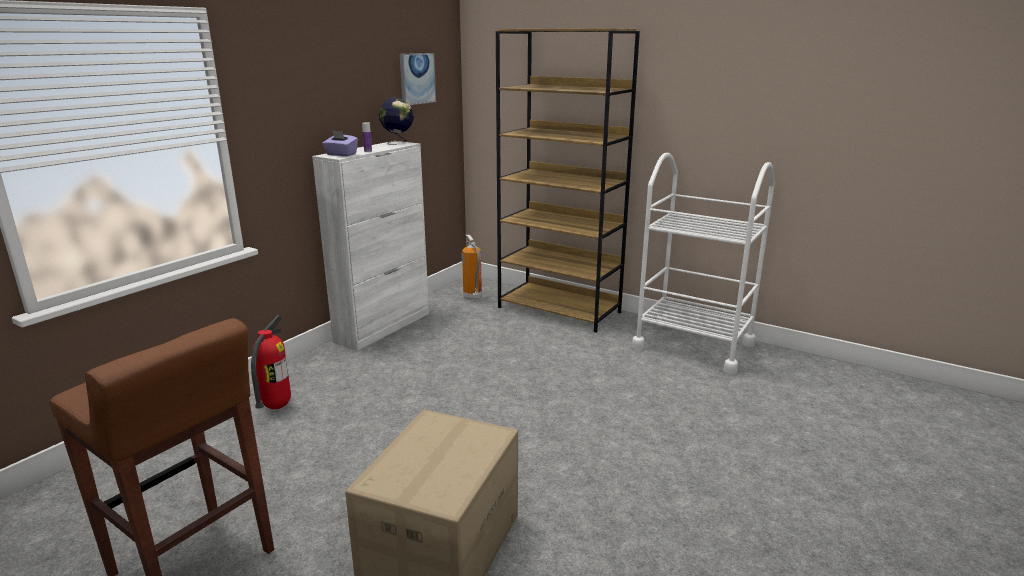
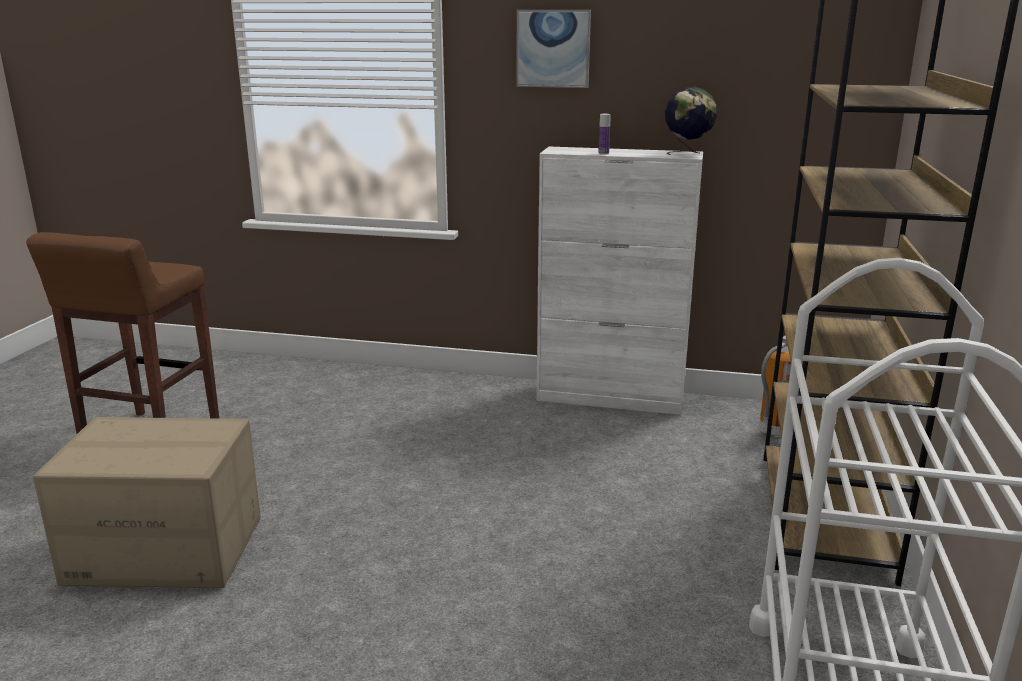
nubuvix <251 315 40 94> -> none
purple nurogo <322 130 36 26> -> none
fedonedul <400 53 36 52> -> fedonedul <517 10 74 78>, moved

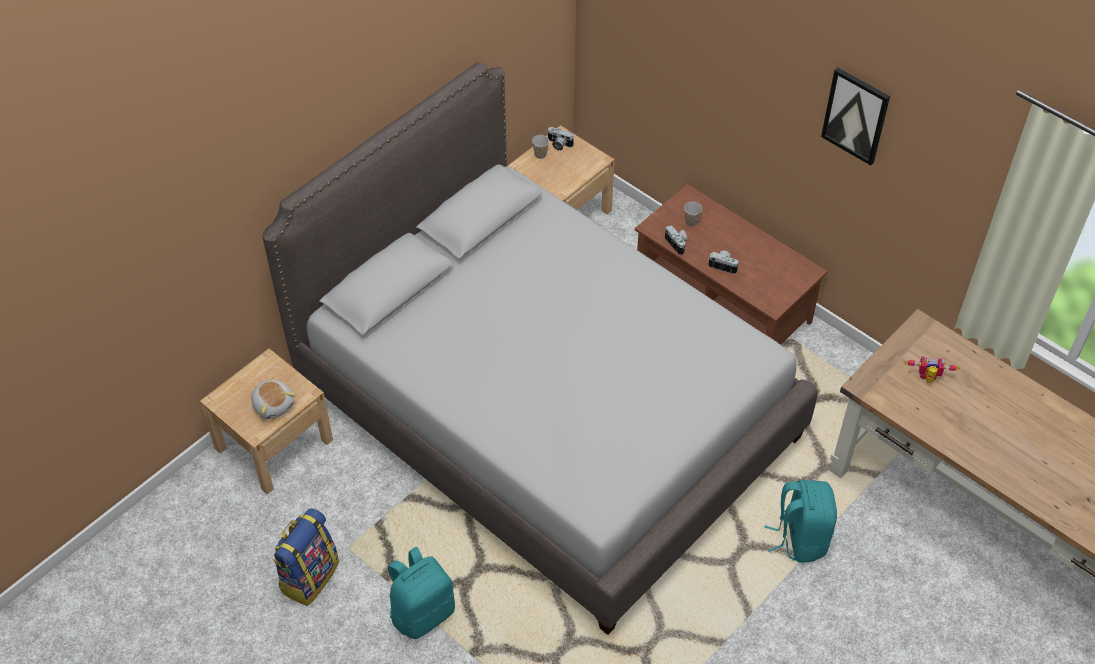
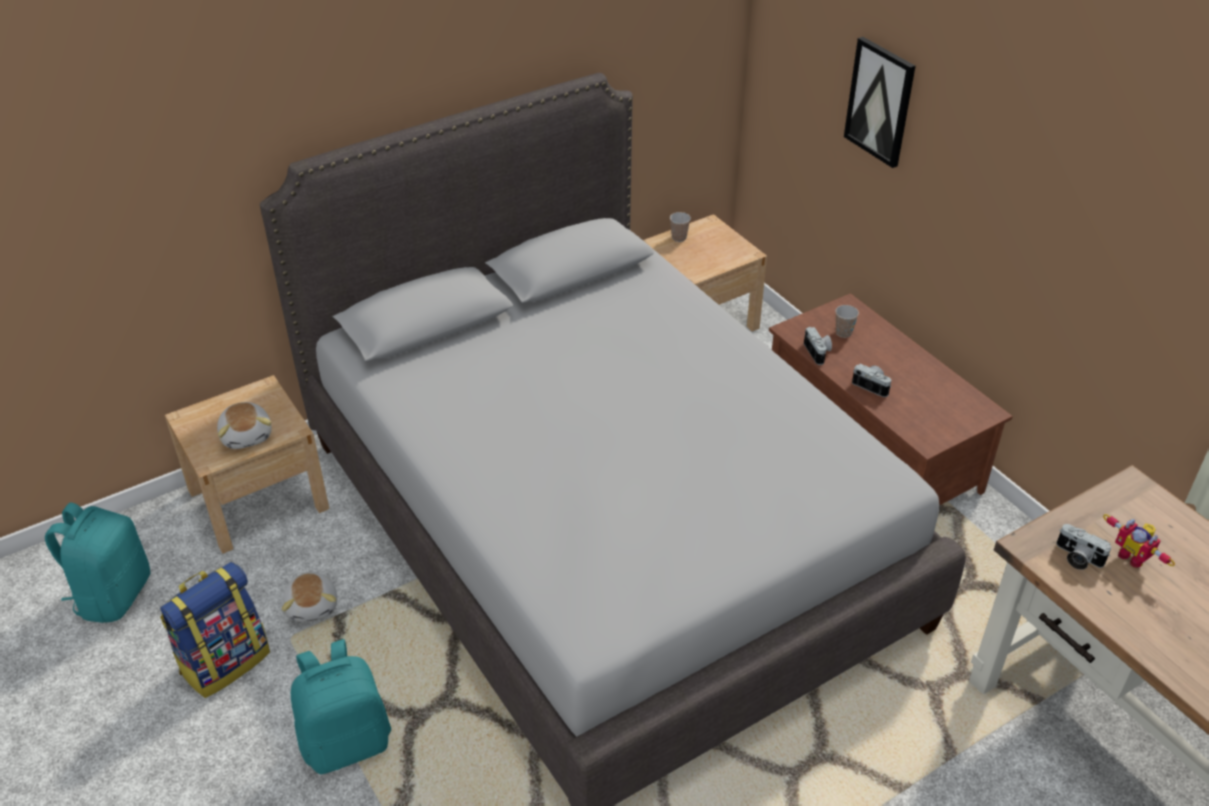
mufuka <547 127 27 24> -> mufuka <1057 524 54 46>, moved
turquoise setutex <764 480 73 83> -> turquoise setutex <45 503 105 120>, moved
fedonedul <821 67 69 98> -> fedonedul <844 37 72 131>, moved
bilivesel <904 356 56 27> -> bilivesel <1103 514 72 54>, 150 degrees counterclockwise
none -> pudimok <282 572 55 50>

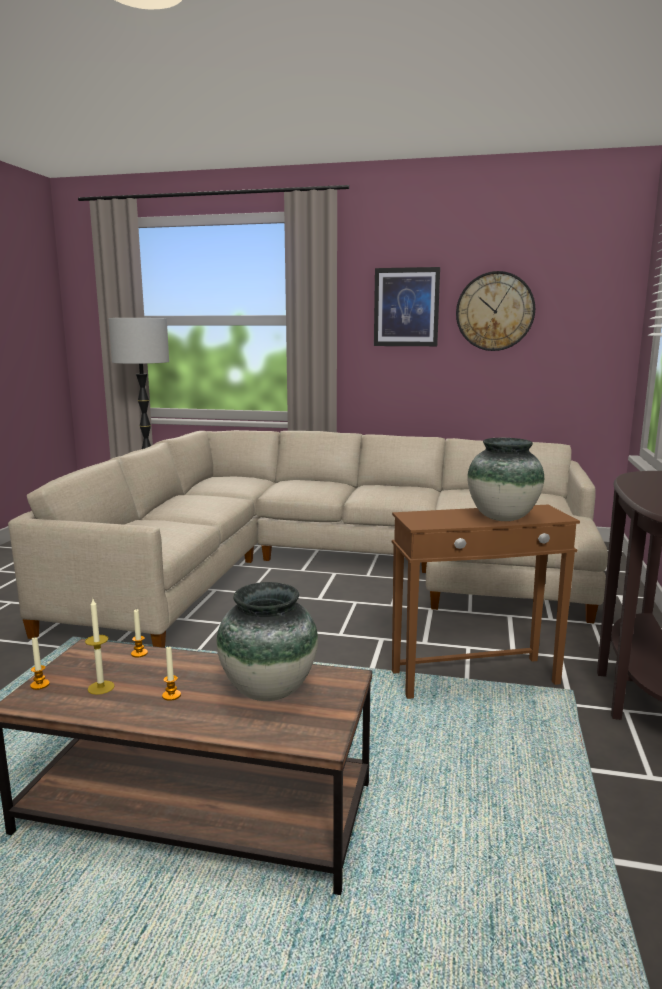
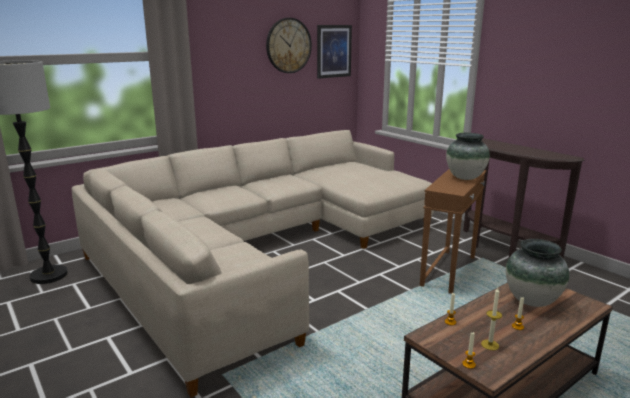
fedonedul <374 267 66 79> -> fedonedul <317 25 35 54>, moved

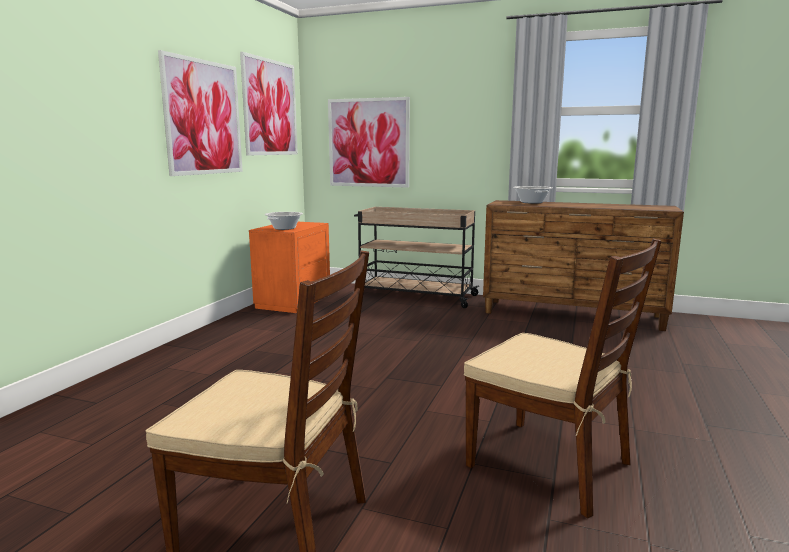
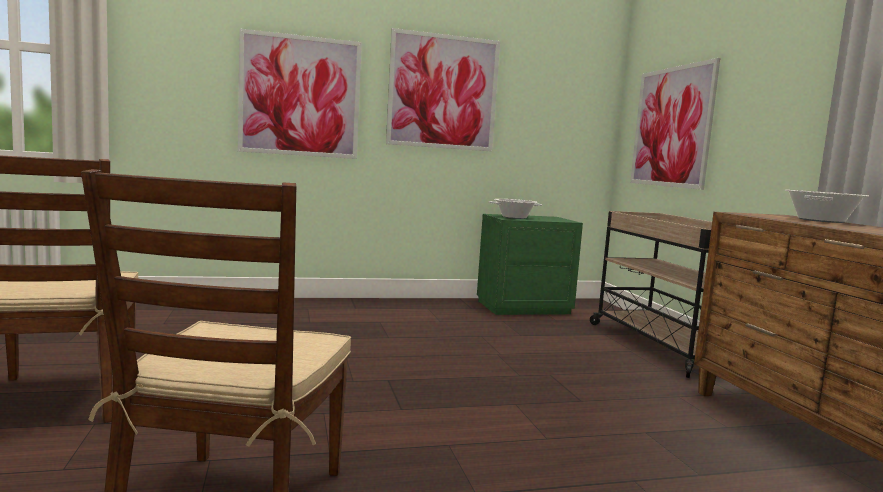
fedonedul <240 52 58 103> -> fedonedul <238 29 124 130>, moved
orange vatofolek <249 222 81 91> -> green vatofolek <477 214 106 101>

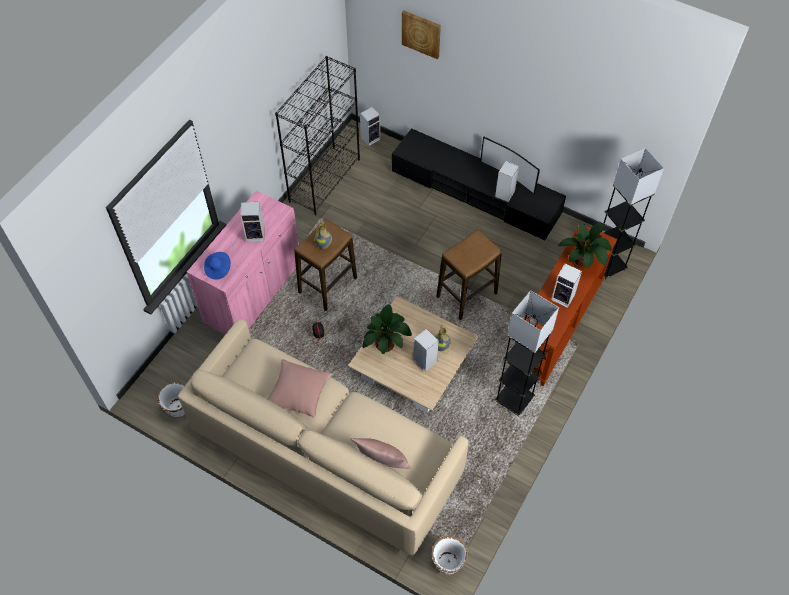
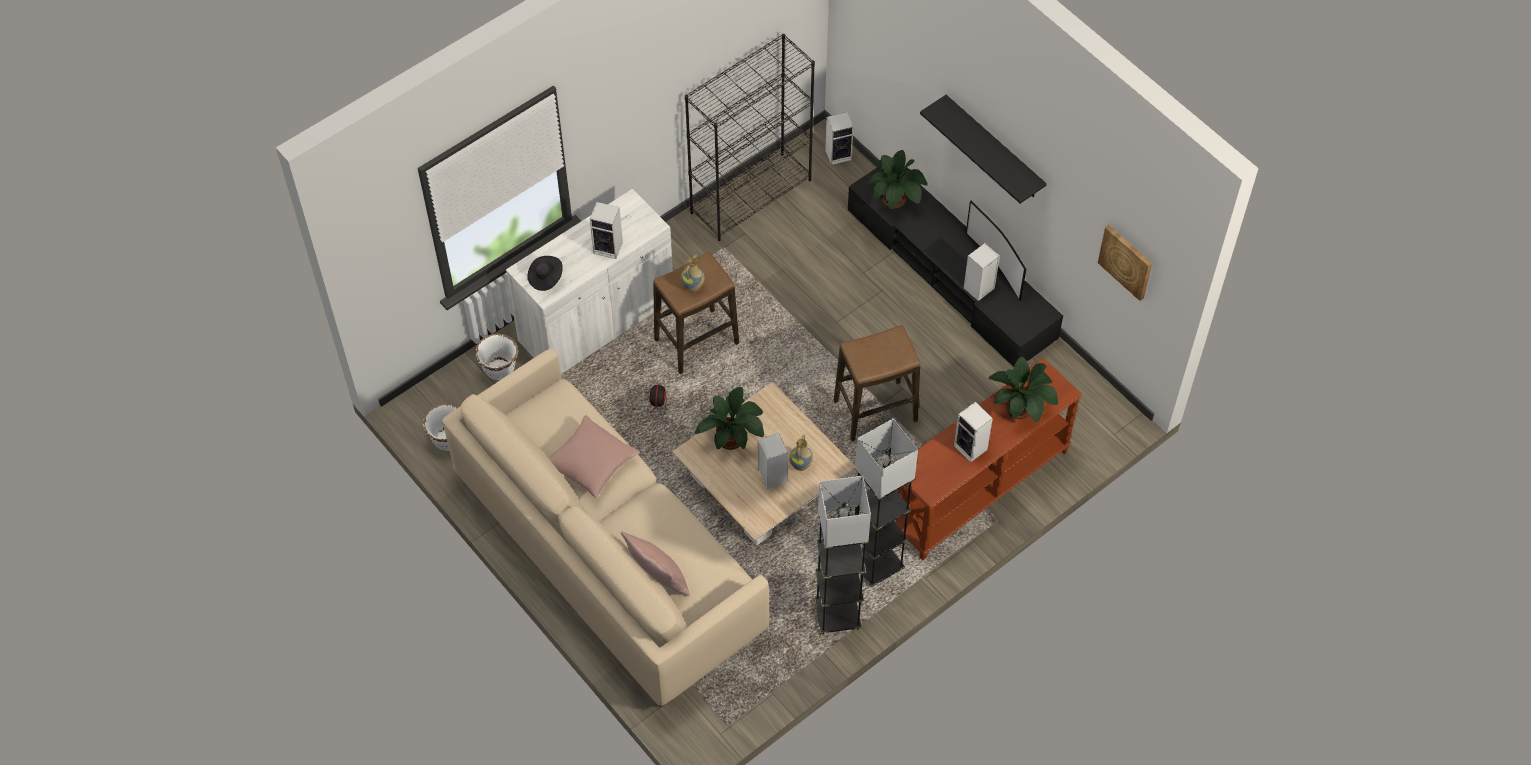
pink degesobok <187 190 112 144> -> white degesobok <506 189 167 185>
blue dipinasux <204 252 27 27> -> black dipinasux <528 256 35 35>
fedonedul <402 11 39 48> -> fedonedul <1098 225 54 76>, moved
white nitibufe <432 536 36 38> -> white nitibufe <475 333 43 47>, moved
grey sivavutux <601 148 63 131> -> grey sivavutux <814 476 57 158>, moved
none -> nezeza <868 150 60 59>
none -> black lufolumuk <920 95 127 109>

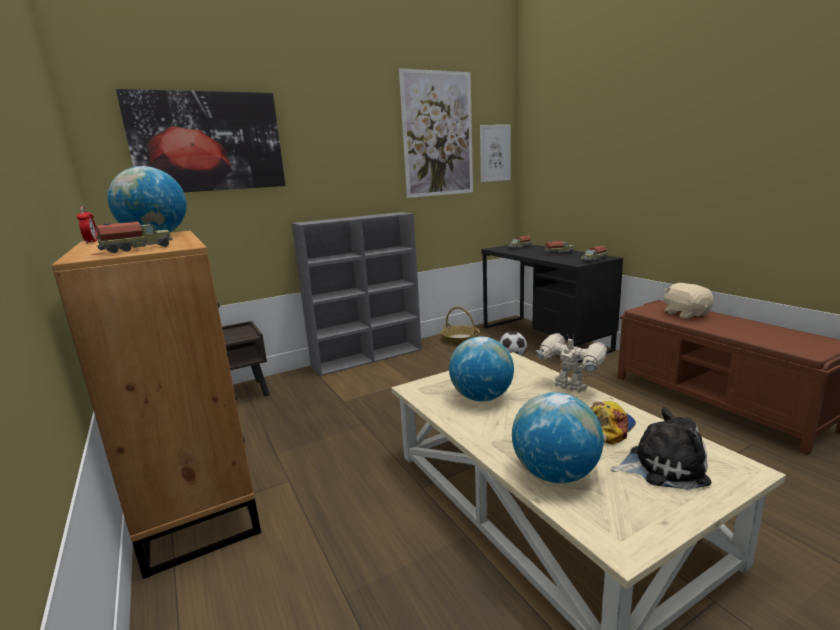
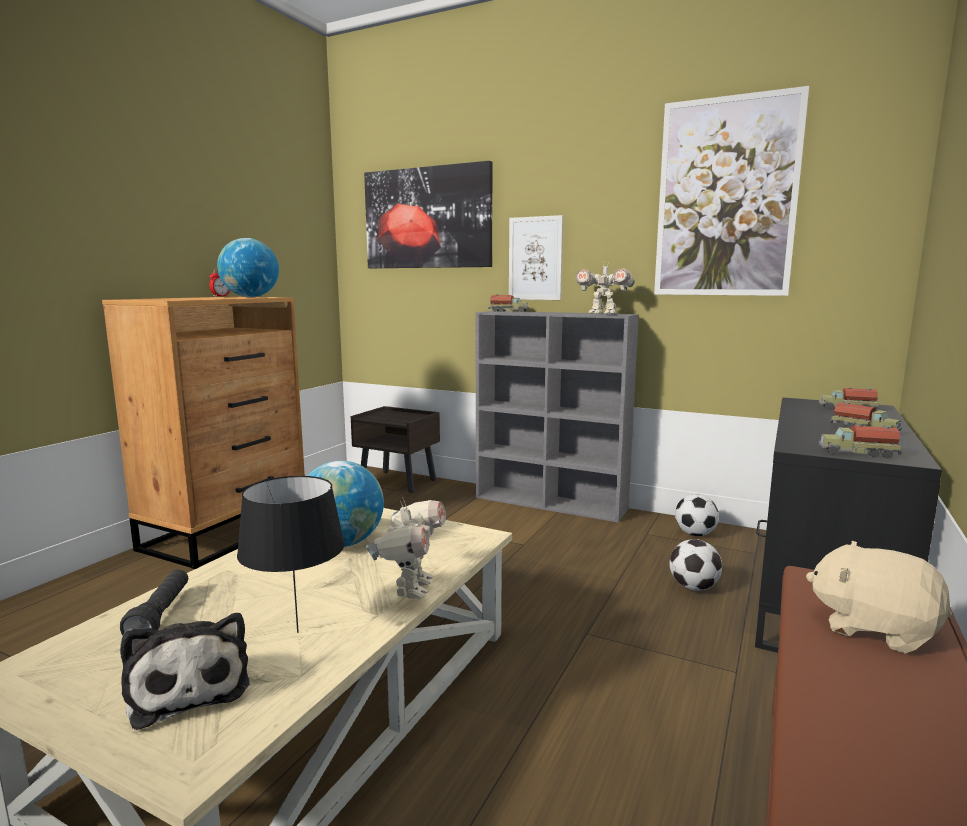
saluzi <96 221 77 32> -> saluzi <488 295 41 17>, moved
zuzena <441 307 39 37> -> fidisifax <675 494 44 42>
fedonedul <480 125 31 57> -> fedonedul <509 215 54 85>, moved
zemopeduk <512 392 92 91> -> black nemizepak <120 569 68 66>
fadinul <590 401 46 44> -> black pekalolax <237 476 108 157>
beige pudimok <664 283 50 36> -> beige pudimok <806 541 146 112>, 90 degrees counterclockwise
none -> bilivesel <576 261 59 53>

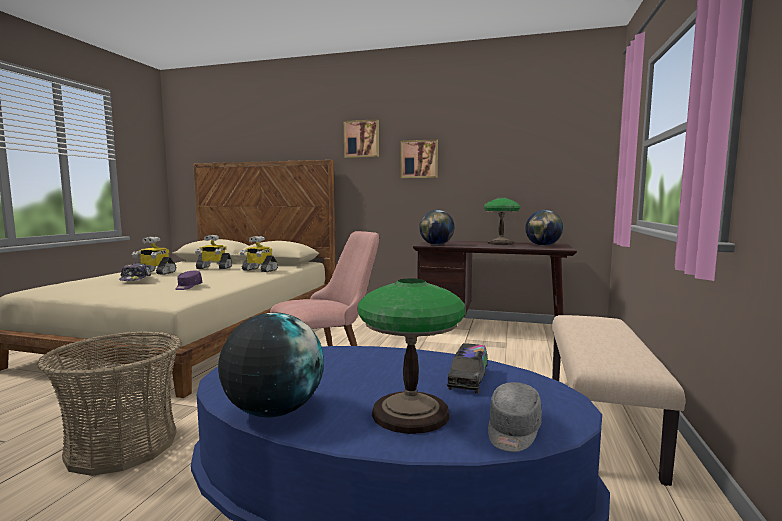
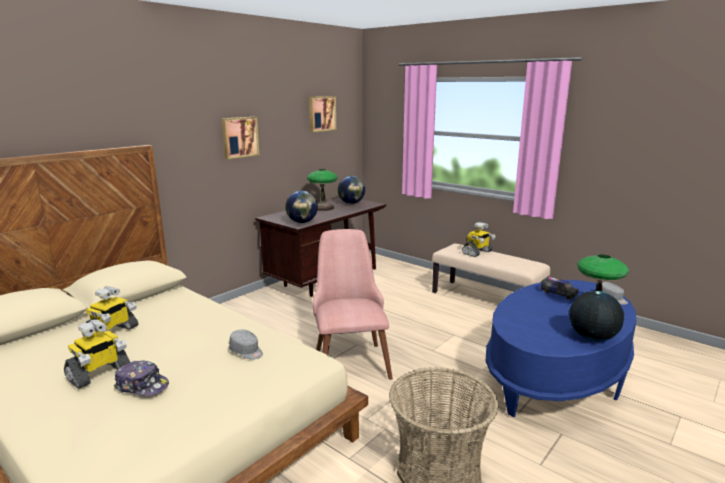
purple fadinul <175 271 27 19> -> grey fadinul <229 329 34 31>
bilivesel <240 236 38 36> -> bilivesel <462 222 34 35>, moved
fedonedul <344 119 35 39> -> fedonedul <309 96 27 36>, moved

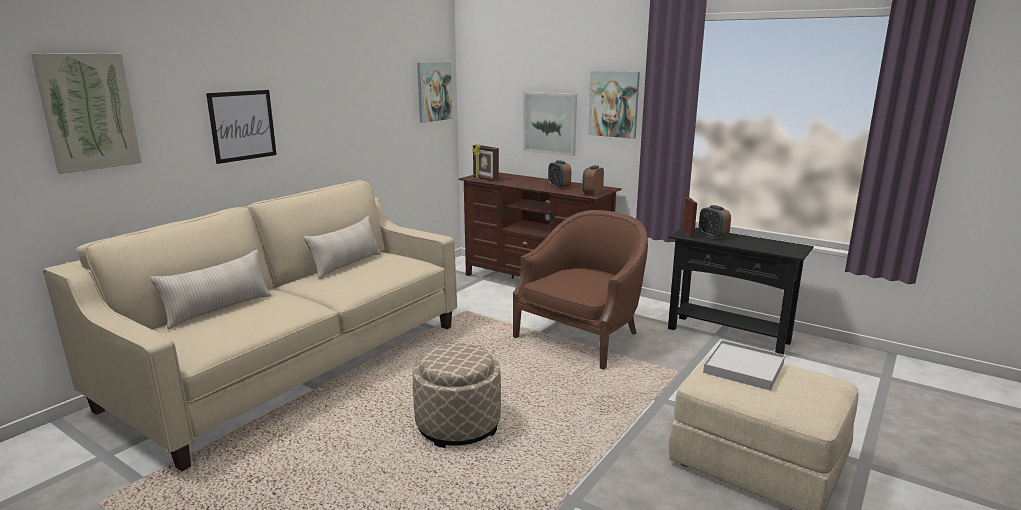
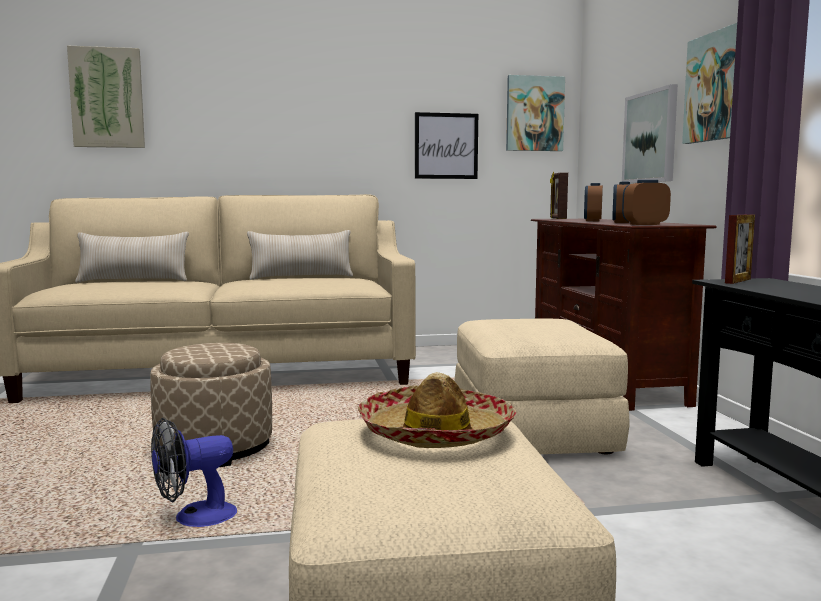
fedonedul <206 90 71 74> -> fedonedul <415 112 63 67>, moved
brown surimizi <513 210 135 160> -> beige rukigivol <455 319 175 135>
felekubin <699 205 32 34> -> felekubin <584 183 19 38>, moved
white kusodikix <703 340 82 51> -> dipinasux <358 372 158 76>
none -> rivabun <151 418 86 109>

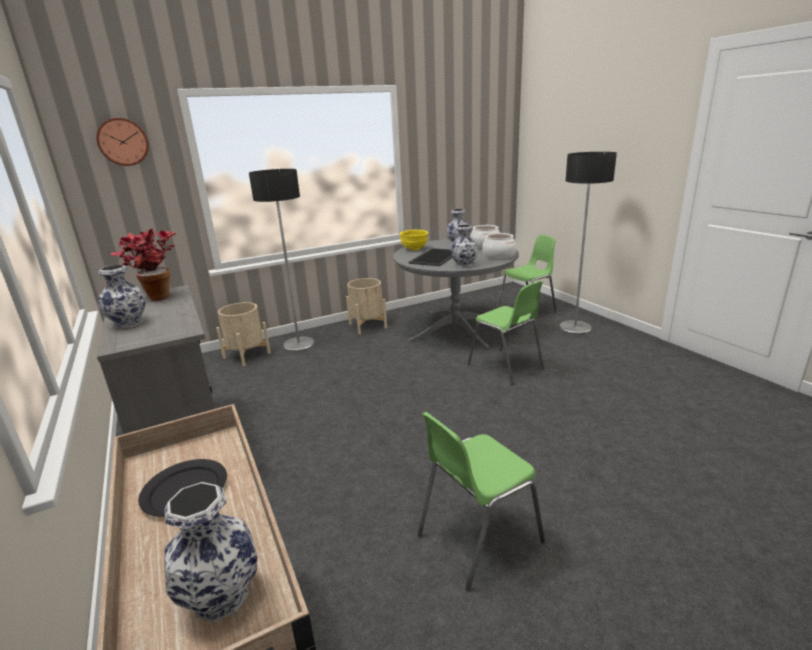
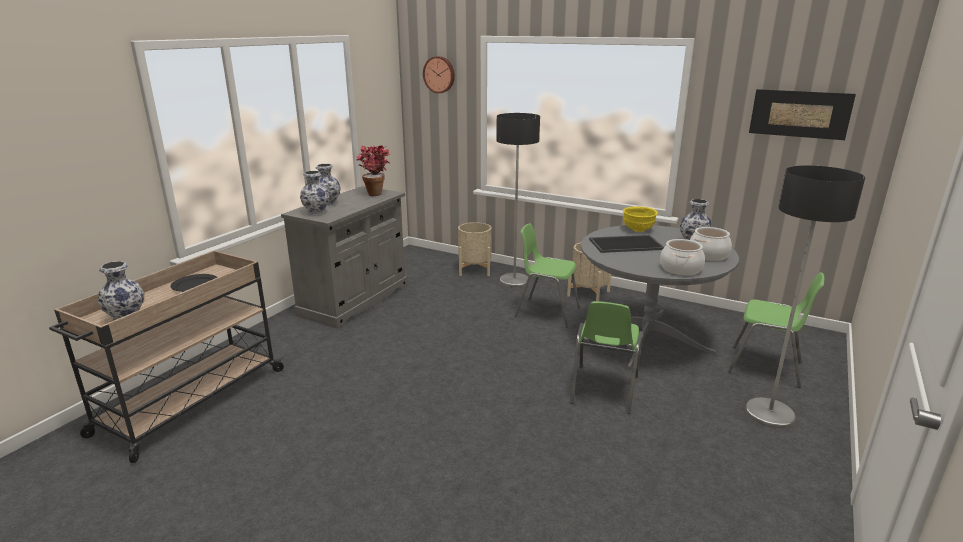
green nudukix <418 412 127 179> -> green nudukix <515 223 65 105>, moved
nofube <451 224 27 44> -> nofube <300 171 30 44>, moved
none -> fedonedul <749 89 107 51>

